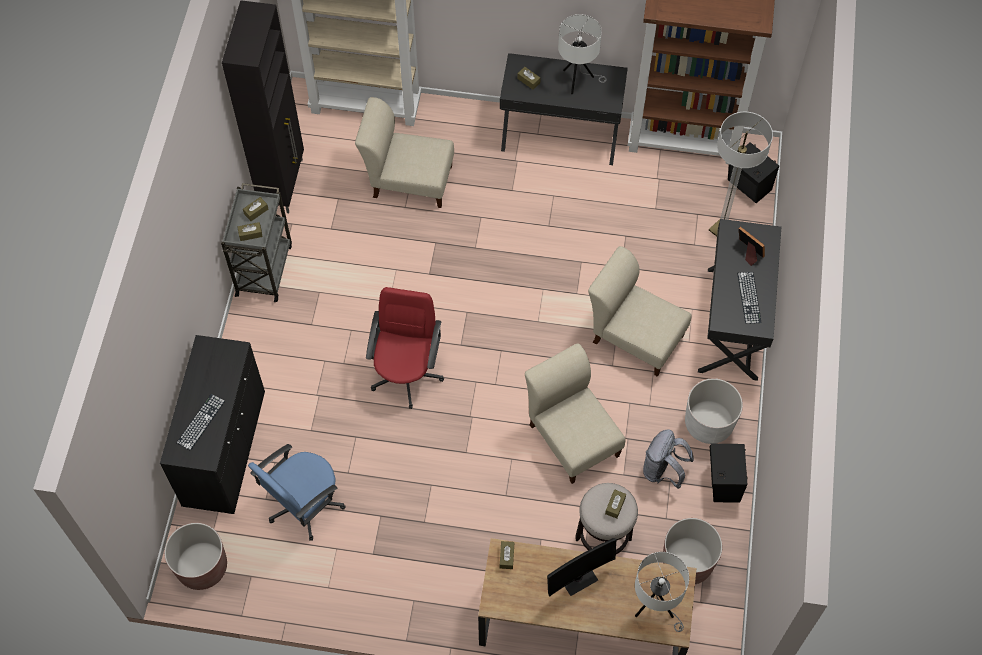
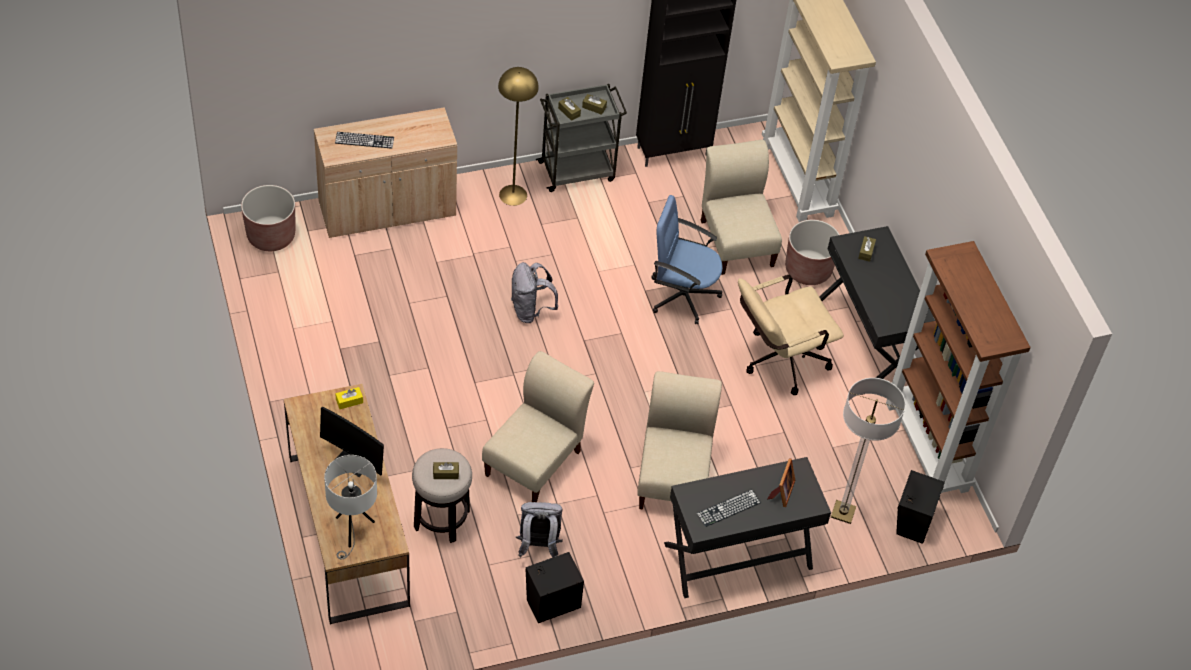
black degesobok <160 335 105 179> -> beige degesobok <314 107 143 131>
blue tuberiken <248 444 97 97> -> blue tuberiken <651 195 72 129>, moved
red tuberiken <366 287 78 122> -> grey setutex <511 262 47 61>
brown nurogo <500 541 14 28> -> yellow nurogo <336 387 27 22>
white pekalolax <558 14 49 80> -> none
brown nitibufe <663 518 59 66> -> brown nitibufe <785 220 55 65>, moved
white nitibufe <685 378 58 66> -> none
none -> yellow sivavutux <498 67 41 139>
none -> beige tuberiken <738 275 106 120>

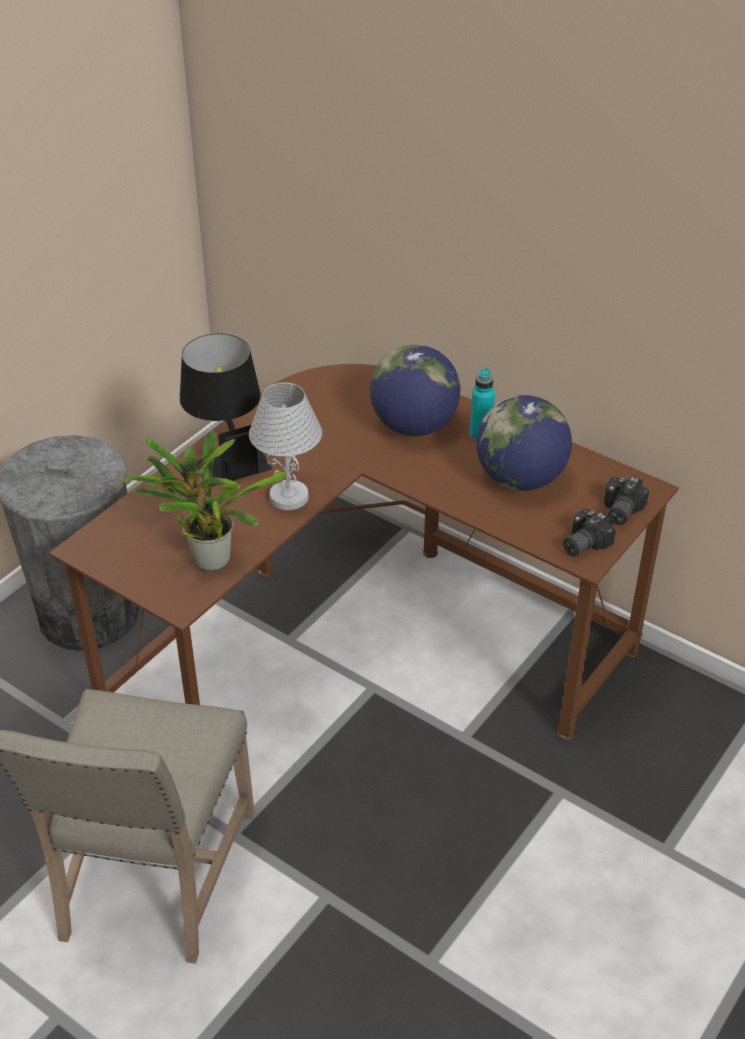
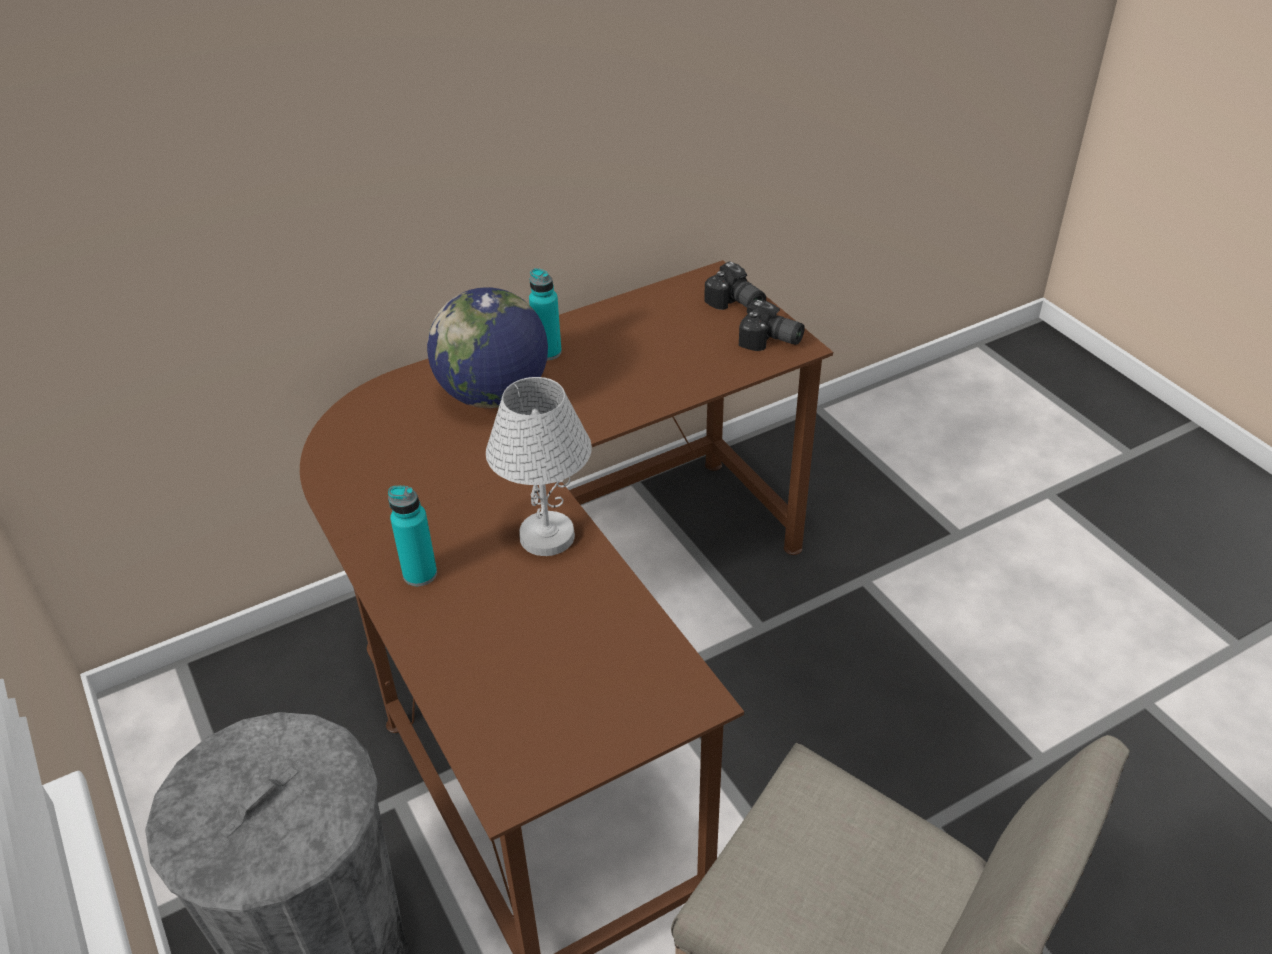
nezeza <122 431 165 140> -> none
black pekalolax <180 334 92 153> -> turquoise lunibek <388 486 49 100>
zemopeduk <476 395 96 96> -> none
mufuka <563 509 53 48> -> mufuka <739 300 66 51>, 45 degrees counterclockwise

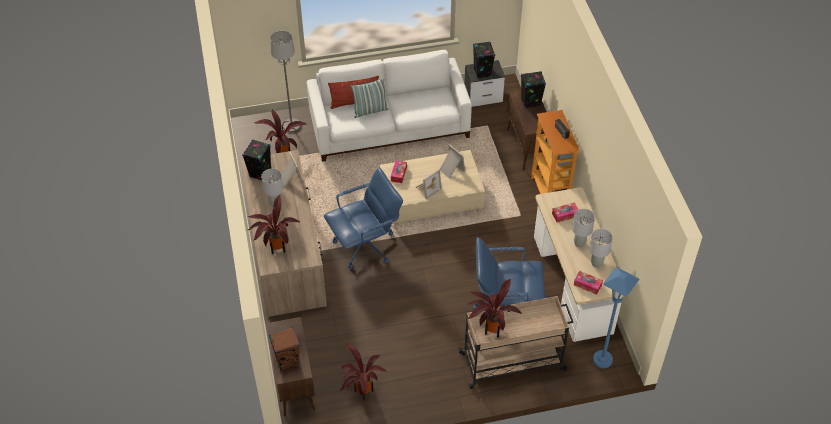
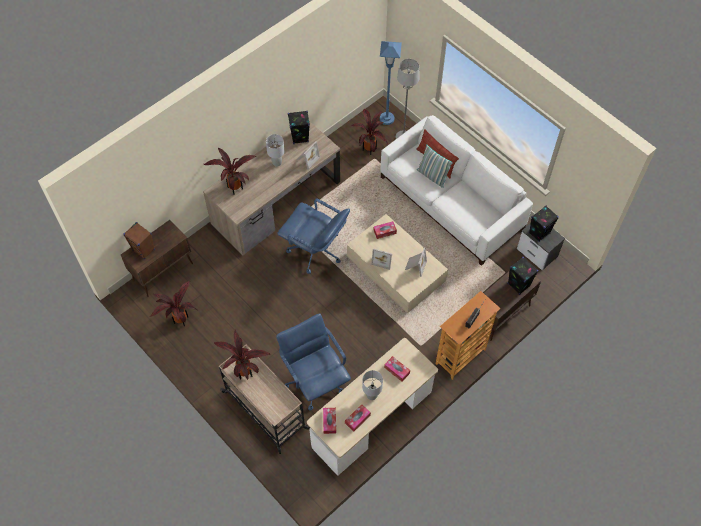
grey pekalolax <589 229 24 39> -> nurogo <345 404 26 27>
blue sivavutux <593 267 46 101> -> blue sivavutux <380 41 22 84>, moved

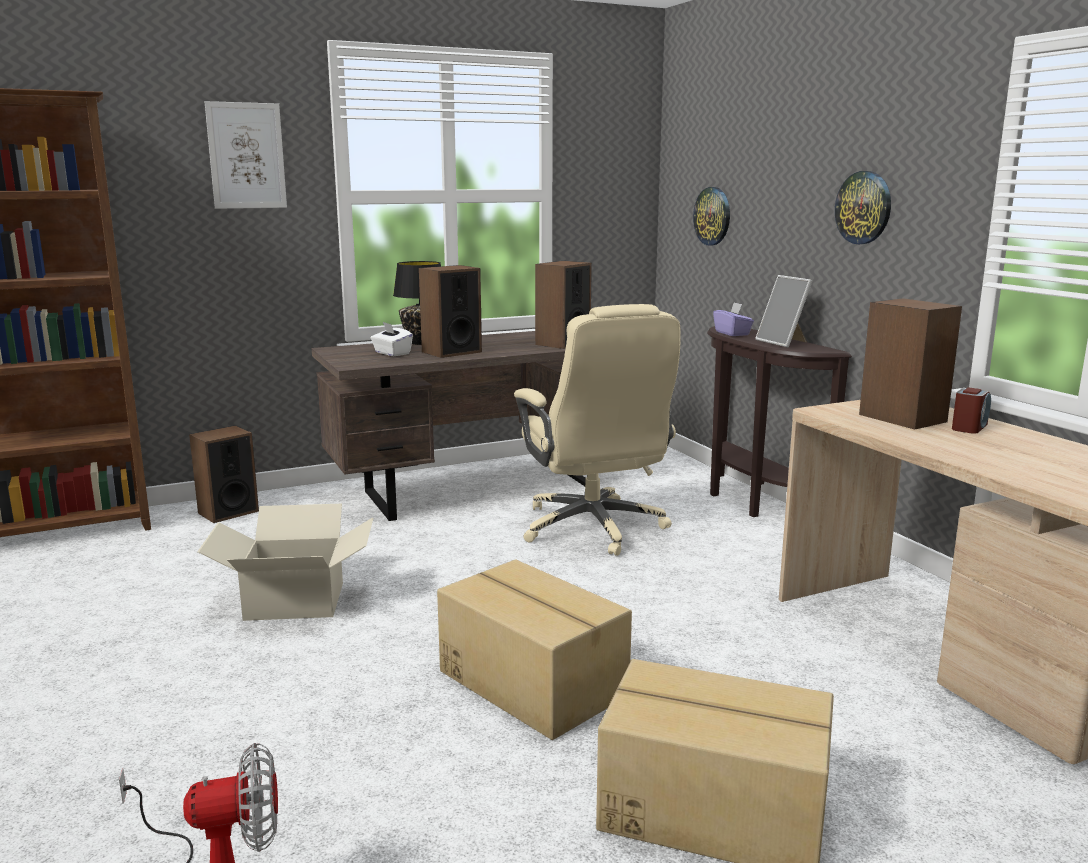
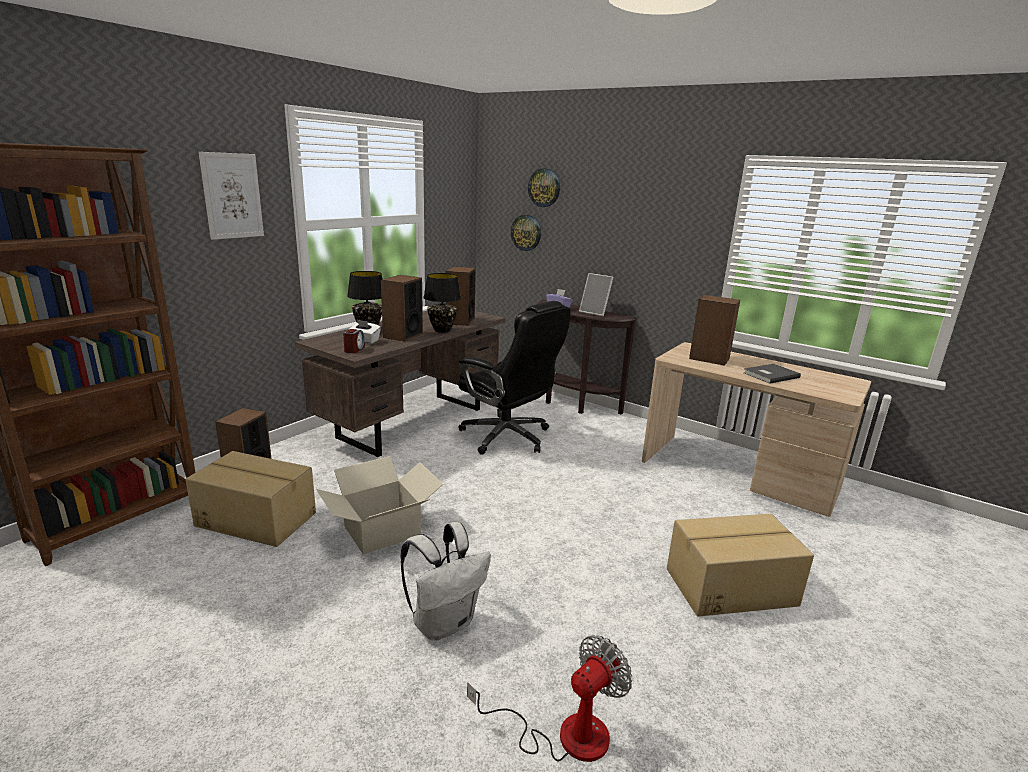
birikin <437 560 195 180> -> birikin <185 451 131 96>, moved
beige tuberiken <514 304 167 252> -> black tuberiken <458 301 113 154>
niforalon <835 171 56 73> -> niforalon <528 168 32 39>, moved
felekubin <952 387 39 47> -> felekubin <343 329 22 24>, moved
none -> white setutex <401 522 90 118>
none -> black pekalolax <424 273 37 60>
none -> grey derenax <744 364 57 20>

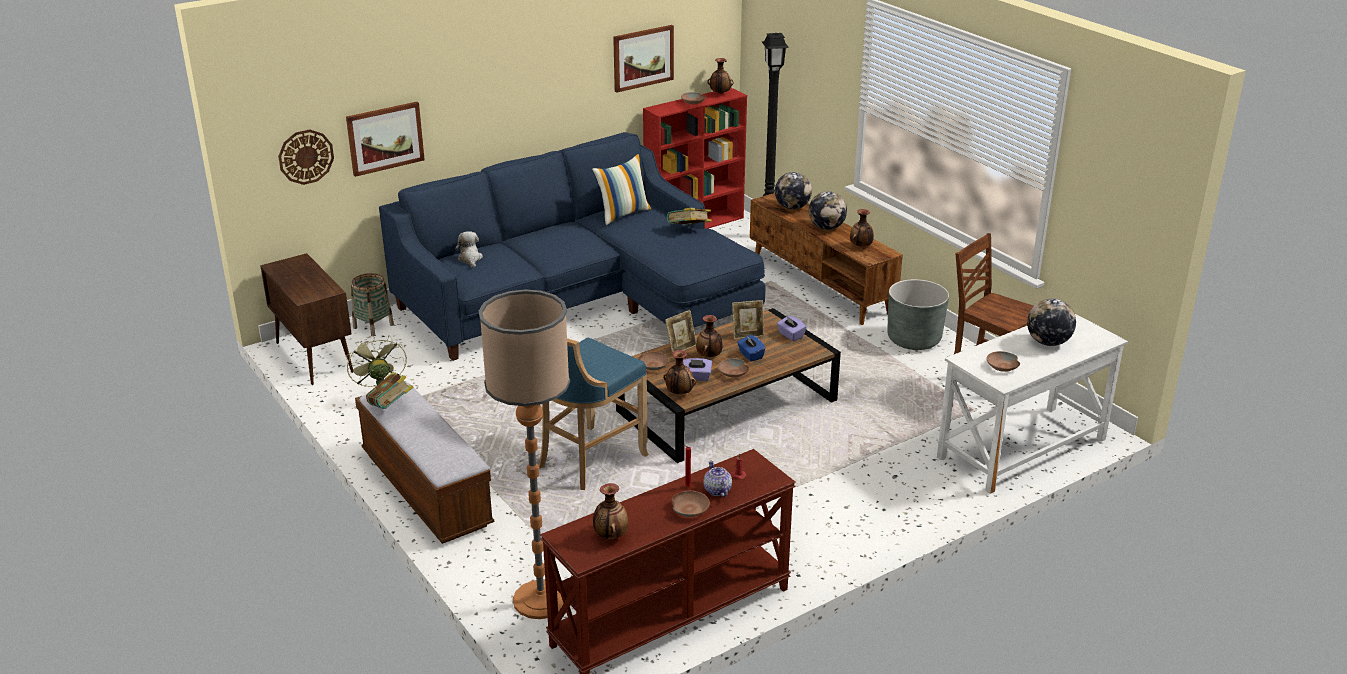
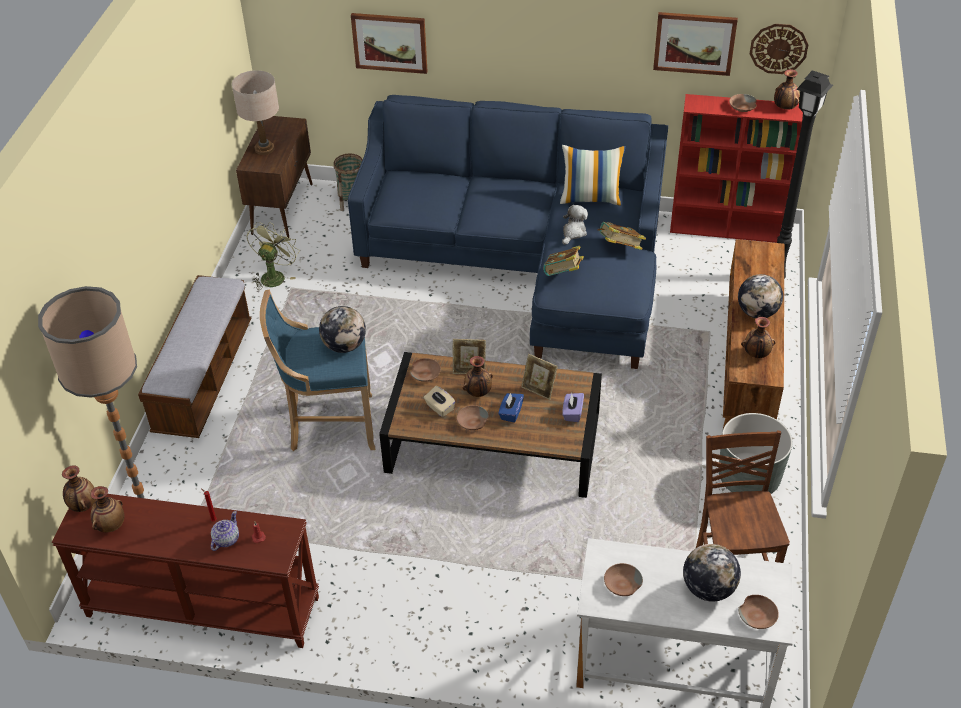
niforalon <278 129 56 56> -> niforalon <750 24 58 50>, moved
derenax <366 372 48 37> -> derenax <543 246 41 30>, moved
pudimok <455 231 28 37> -> pudimok <562 205 26 40>, moved
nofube <663 350 33 44> -> nofube <62 465 34 47>, moved
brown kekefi <671 491 39 26> -> brown kekefi <738 595 41 34>, moved
purple nurogo <683 358 29 23> -> beige nurogo <424 386 32 31>
zemopeduk <775 172 37 37> -> zemopeduk <319 306 47 47>, moved
none -> beige pekalolax <232 70 47 85>

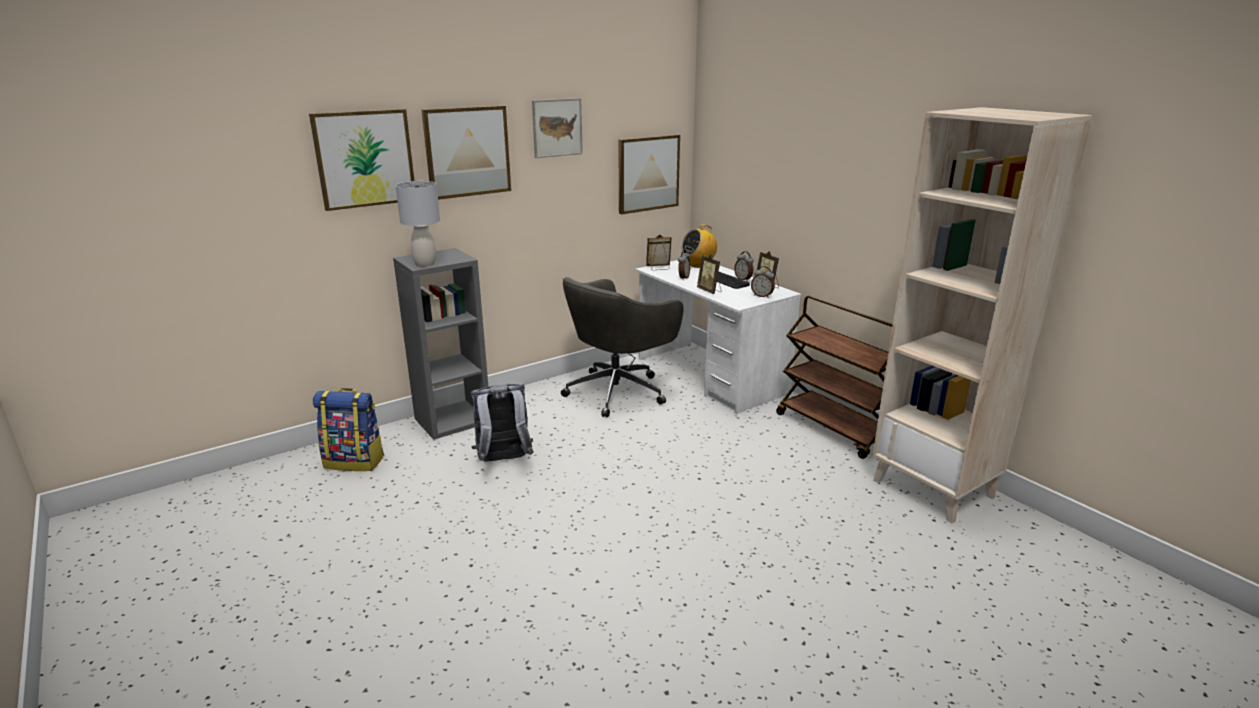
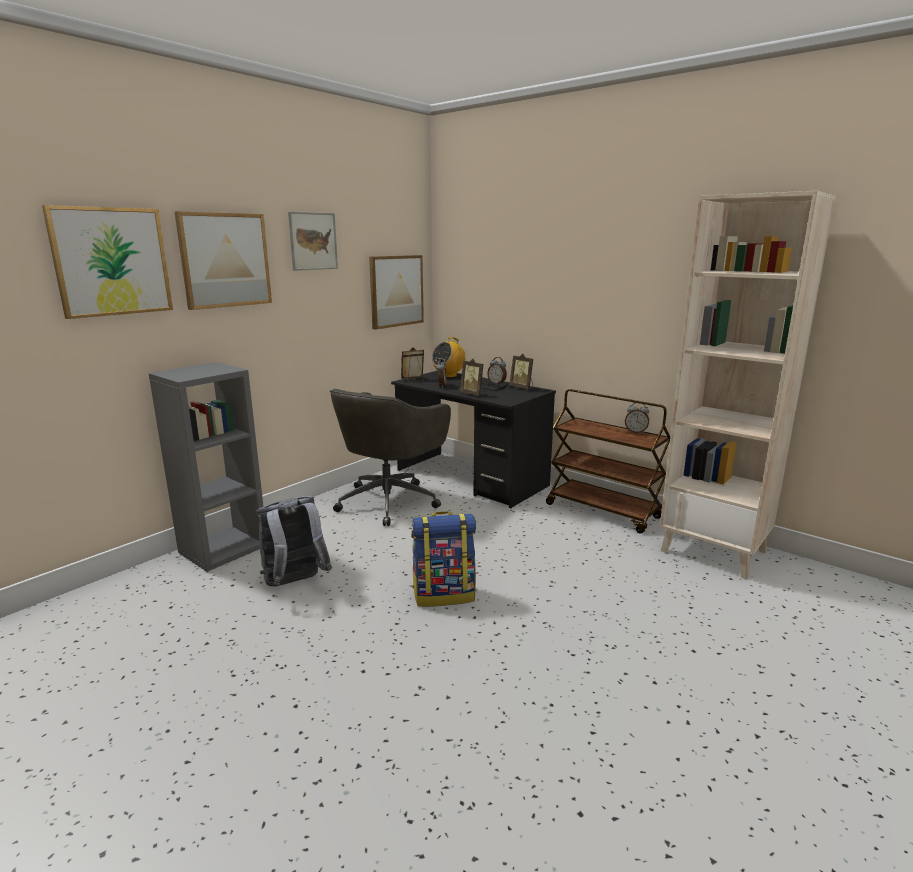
setutex <313 388 71 83> -> setutex <411 511 65 96>, moved
grey pekalolax <395 181 45 86> -> none
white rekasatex <635 260 167 154> -> black rekasatex <391 371 165 137>
felekubin <751 266 24 32> -> felekubin <625 403 24 30>, moved

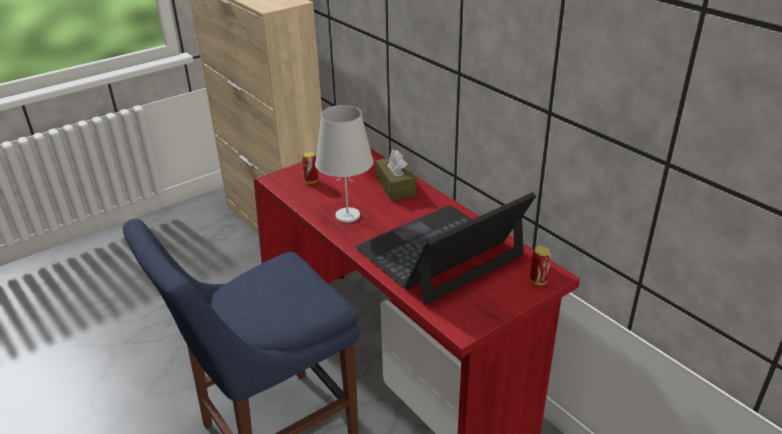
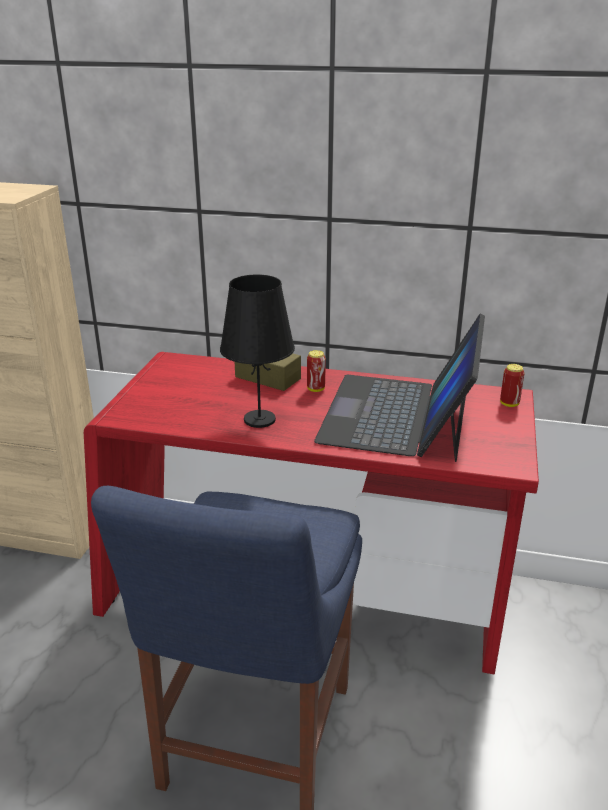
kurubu <302 152 16 32> -> kurubu <307 350 19 42>, moved
white pekalolax <315 105 59 118> -> black pekalolax <220 274 75 154>

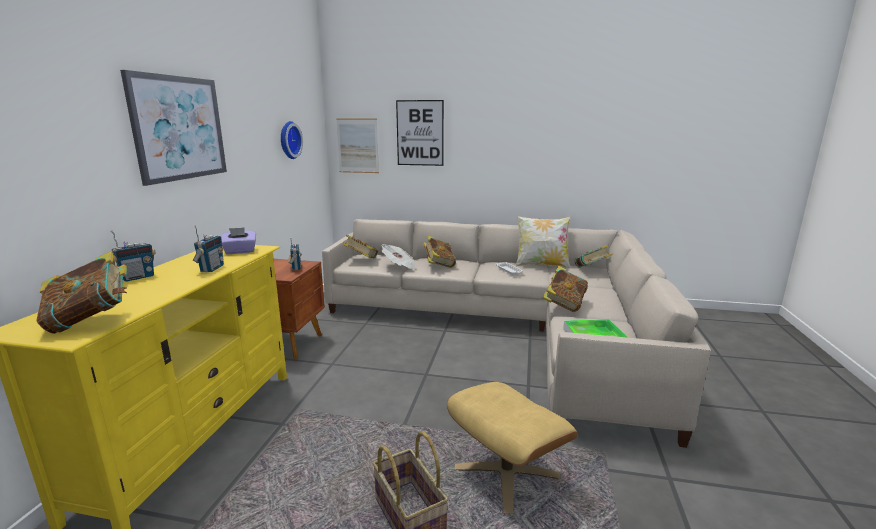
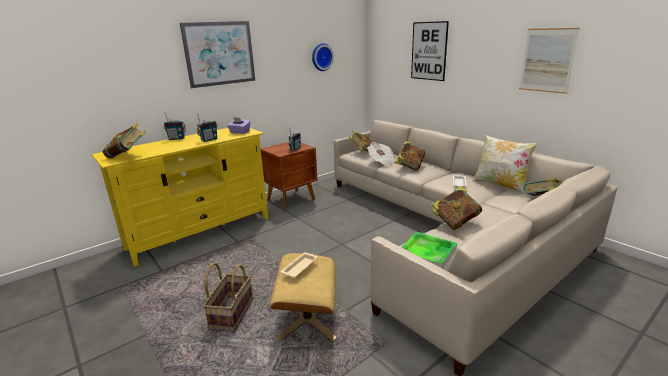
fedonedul <336 118 43 55> -> fedonedul <519 28 61 66>, moved
none -> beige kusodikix <280 252 38 26>

